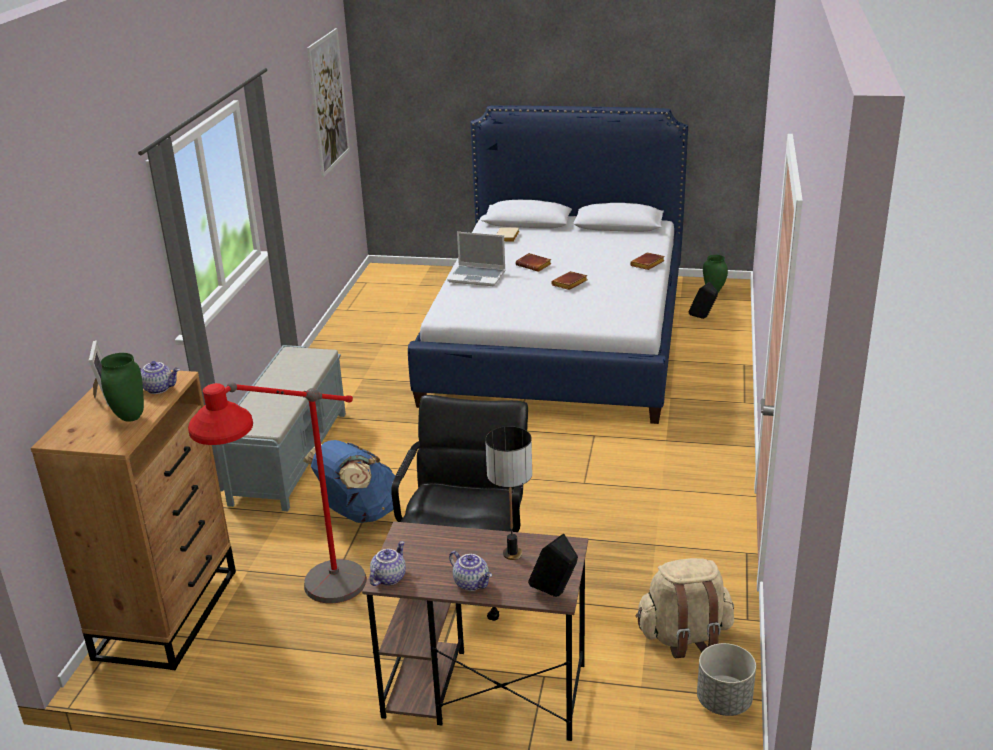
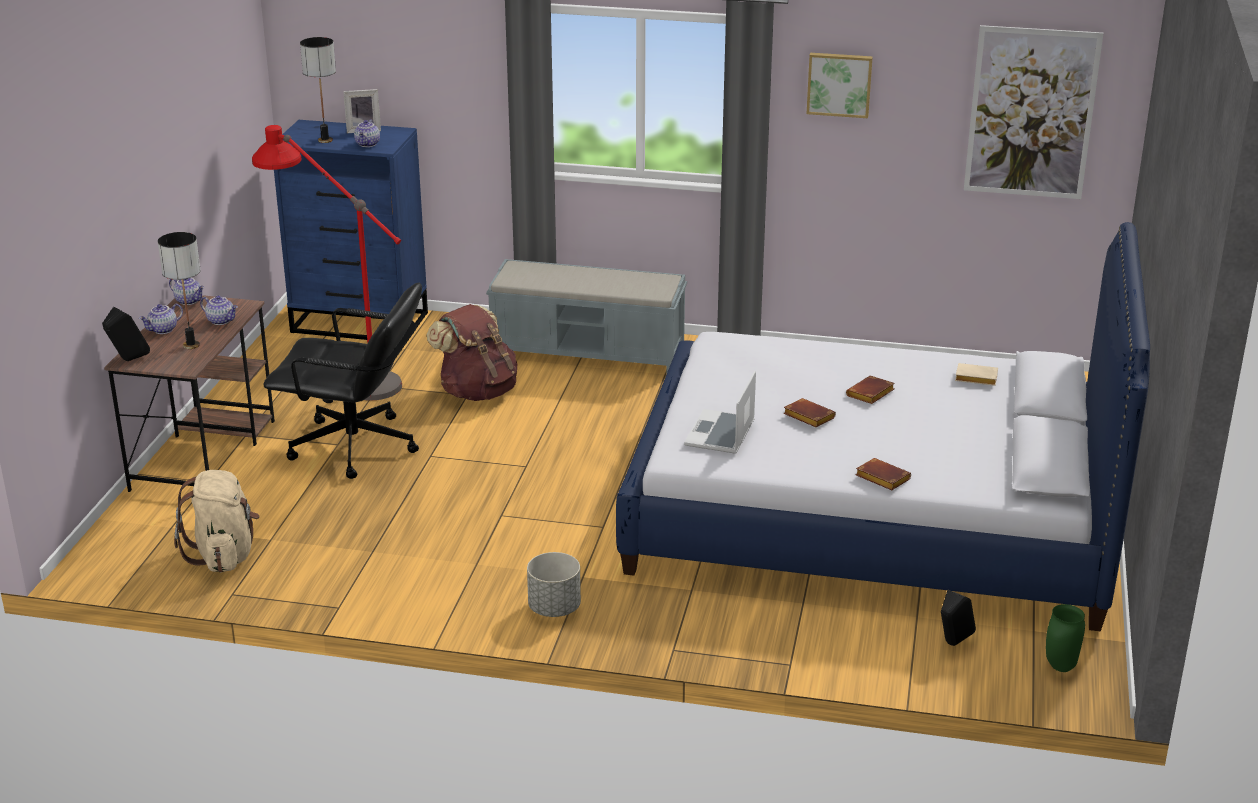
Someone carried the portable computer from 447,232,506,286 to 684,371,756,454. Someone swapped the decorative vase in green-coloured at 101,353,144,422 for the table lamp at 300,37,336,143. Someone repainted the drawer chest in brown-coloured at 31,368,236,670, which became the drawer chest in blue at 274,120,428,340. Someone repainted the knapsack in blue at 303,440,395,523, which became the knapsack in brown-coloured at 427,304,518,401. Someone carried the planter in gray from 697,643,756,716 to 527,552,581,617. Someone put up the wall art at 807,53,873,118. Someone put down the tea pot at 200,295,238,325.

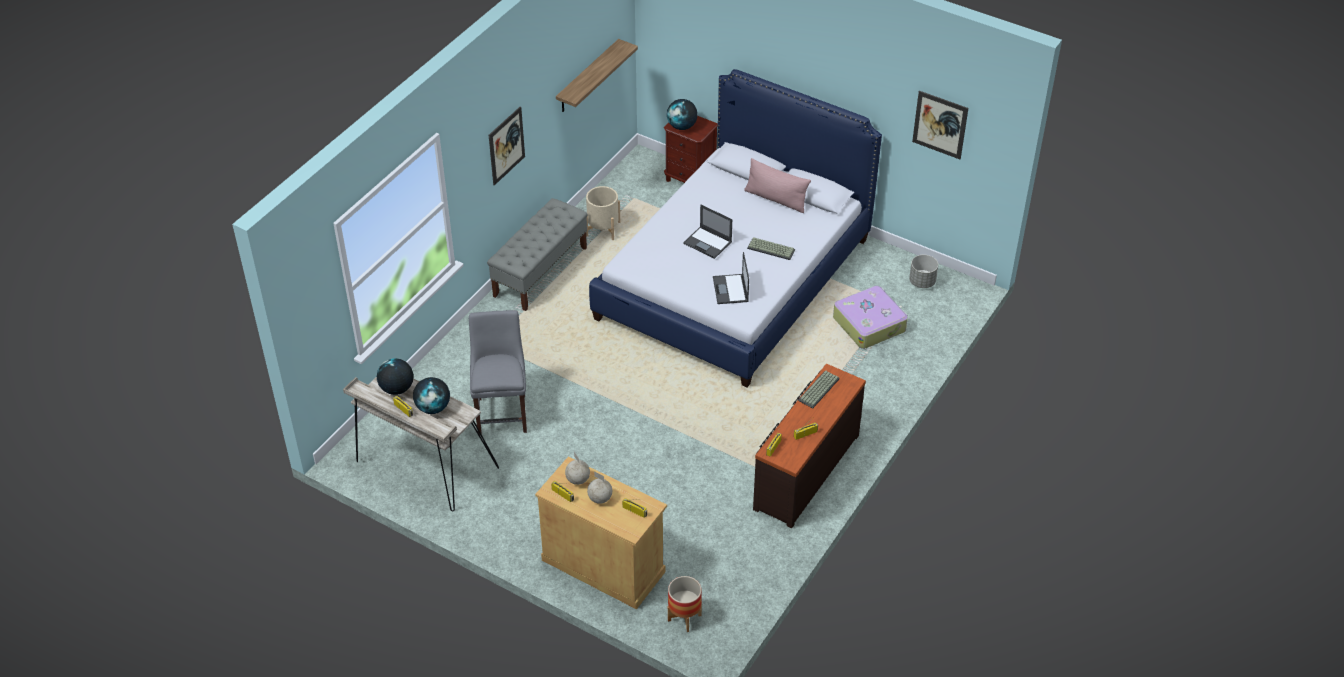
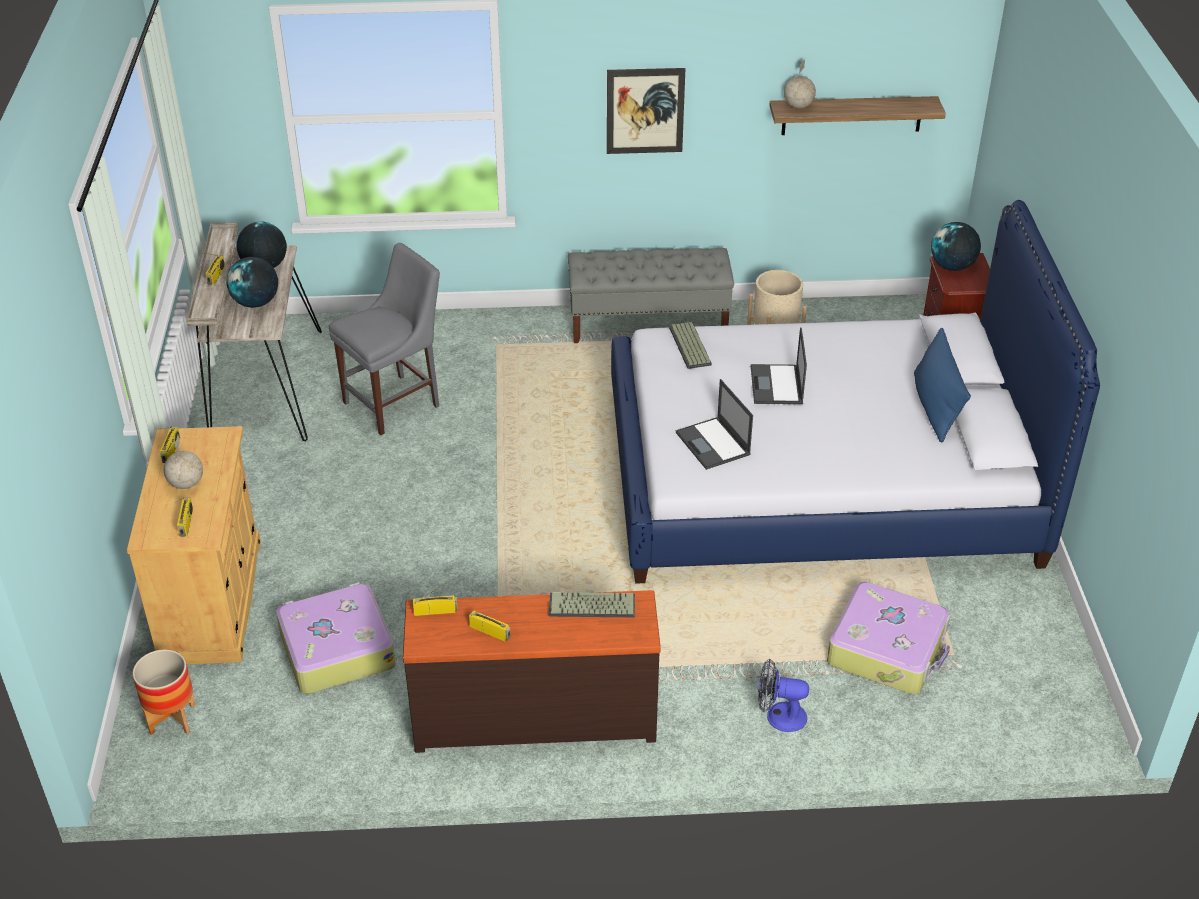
Someone took away the wall art at 912,91,968,159. Someone repainted the pillow in pink at 744,158,811,213, which became the pillow in blue at 914,328,971,442. Someone carried the PC keyboard from 747,237,795,260 to 669,322,712,369. Someone rotated the portable computer at 713,252,749,304 by 75 degrees counterclockwise. Someone took away the planter in gray at 909,255,938,288. Someone carried the globe from 565,452,590,485 to 784,59,816,108. Someone put down the piece of luggage at 276,582,396,694. Someone put down the fan at 758,659,809,732.

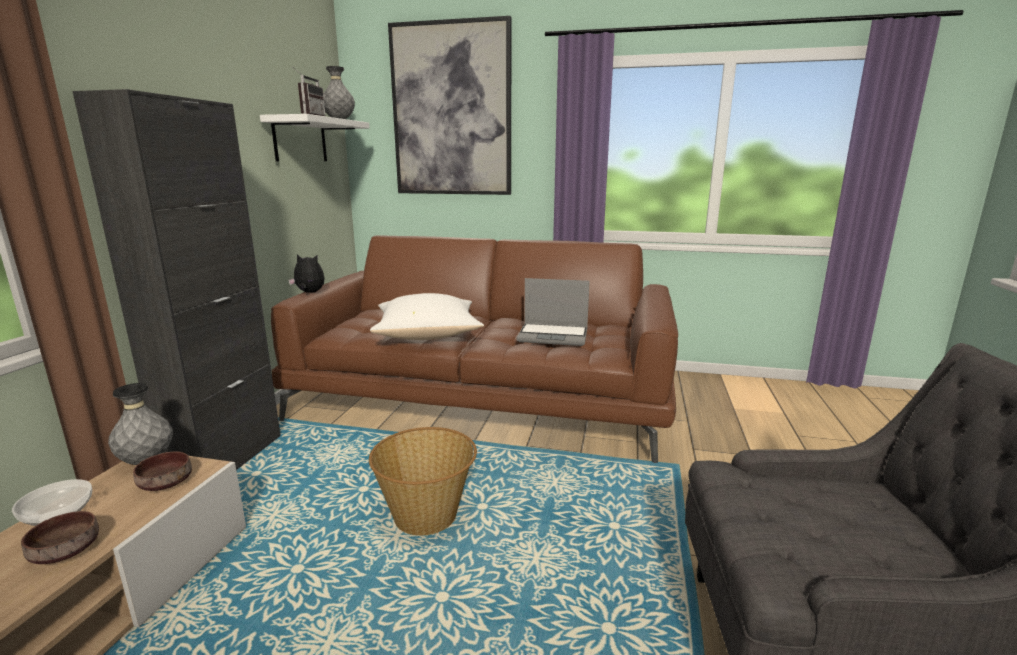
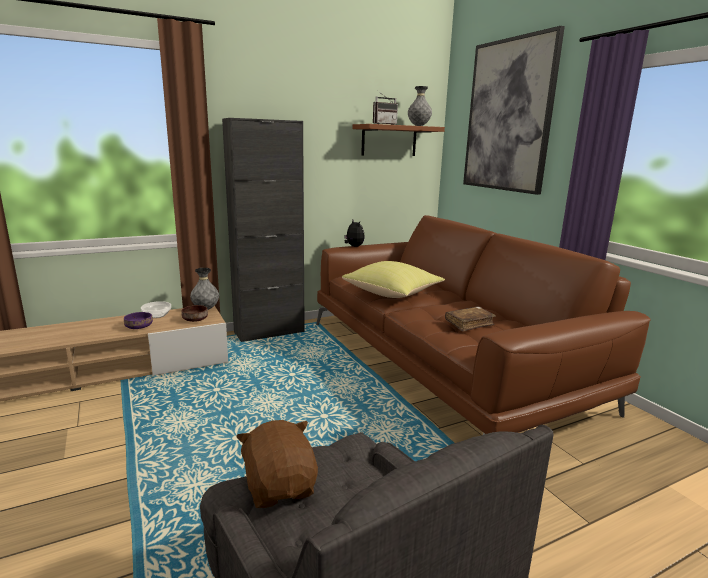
Someone repainted the shelf in whitish at 260,114,370,161, which became the shelf in brown-coloured at 352,124,445,156. Someone swapped the portable computer at 516,278,590,346 for the book in brown-coloured at 445,306,496,332. Someone repainted the pillow in whitish at 370,293,484,340, which became the pillow in yellow at 342,261,445,298. Someone took away the storage basket at 369,427,477,536. Someone repainted the deep dish in brown-coloured at 21,511,99,564, which became the deep dish in purplish at 124,312,153,329. Someone put down the soft toy in brown-coloured at 236,420,318,508.

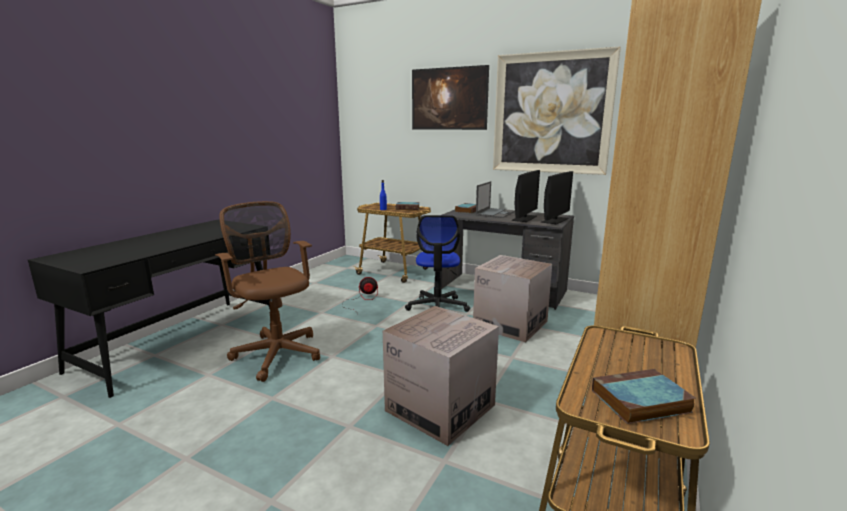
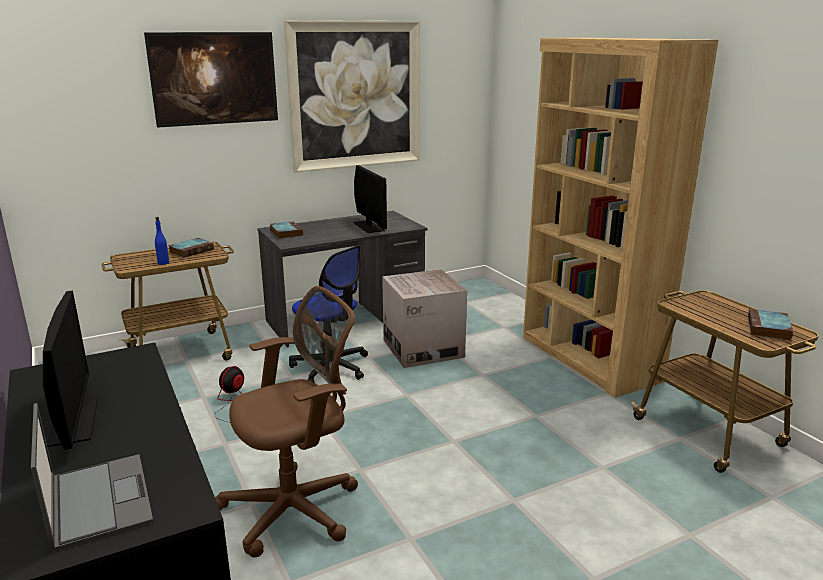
Someone carried the computer display from 541,171,573,224 to 43,291,99,450. Someone carried the portable computer from 476,181,515,218 to 31,403,153,552. Someone rotated the office chair in brown-coloured at 215,201,320,382 by 150 degrees clockwise. Someone took away the cardboard box at 383,306,499,446.

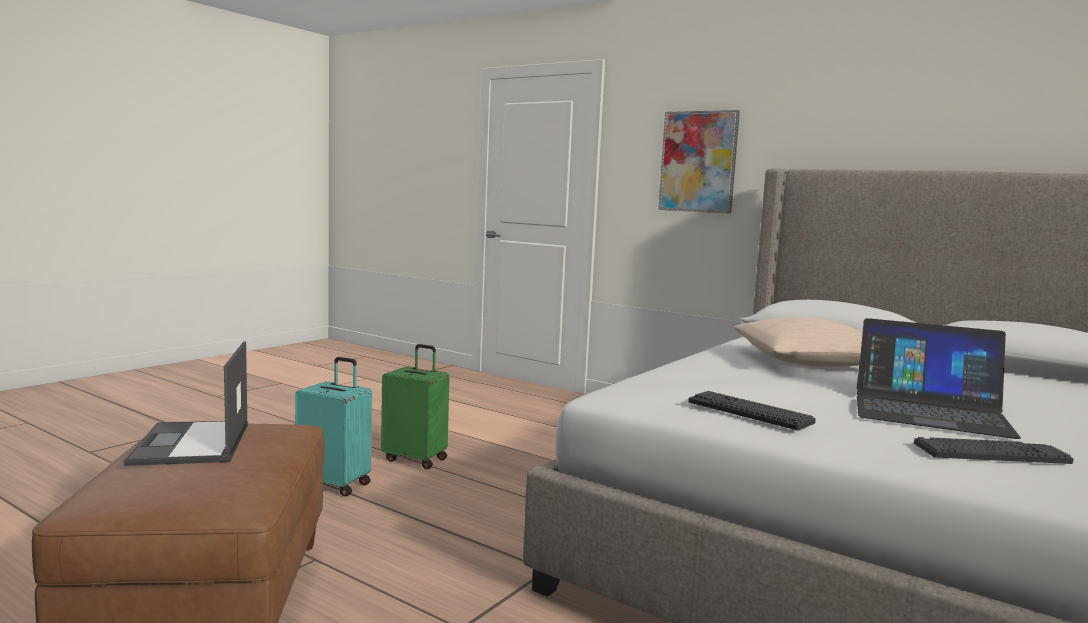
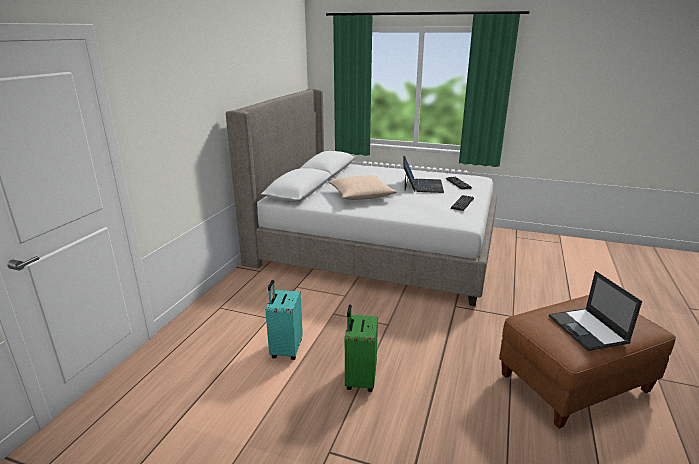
Someone took away the wall art at 658,110,740,214. Someone rotated the portable computer at 124,341,248,466 by 105 degrees clockwise. Someone carried the piece of luggage in turquoise-coloured from 295,357,372,496 to 265,280,303,360.

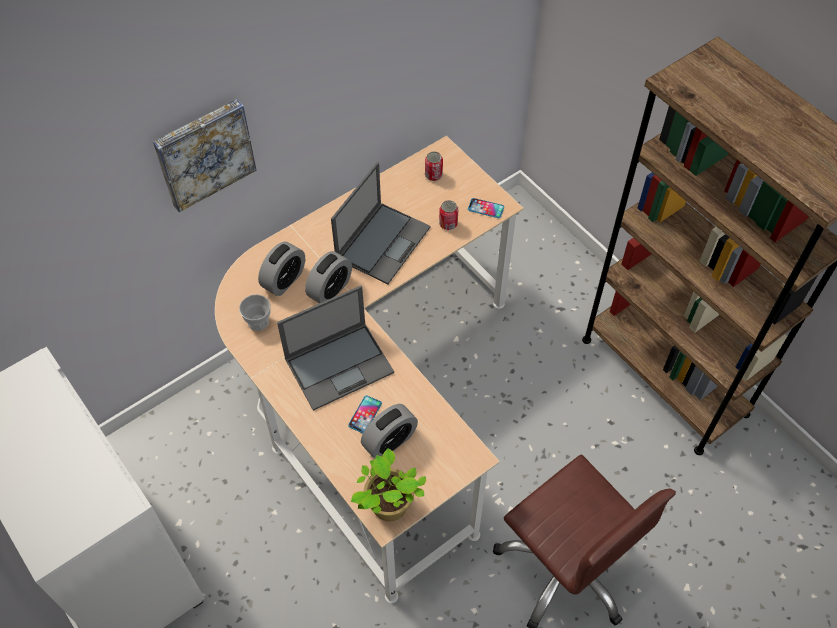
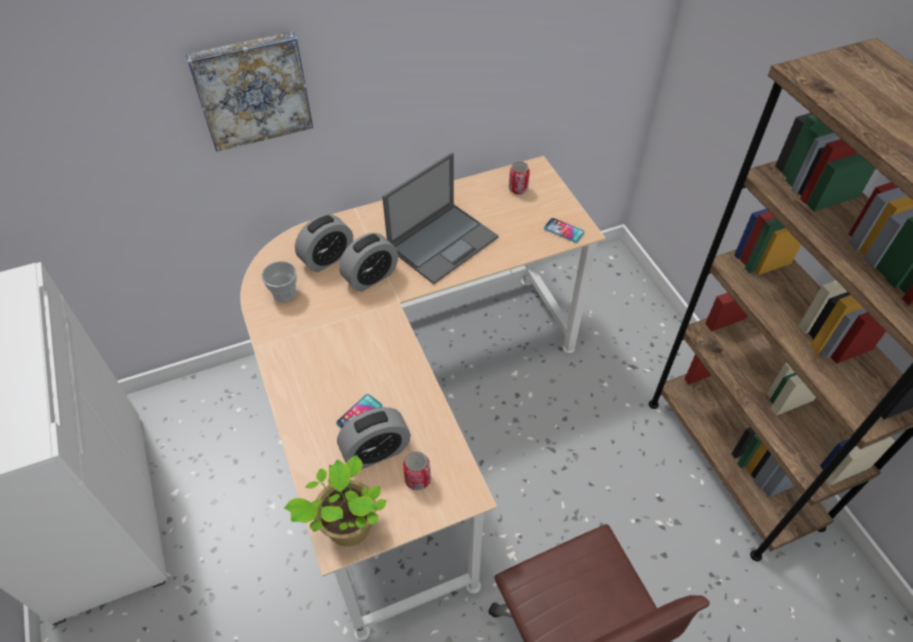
Someone carried the metal can from 439,200,458,230 to 403,451,431,490. Someone took away the portable computer at 277,286,394,411.

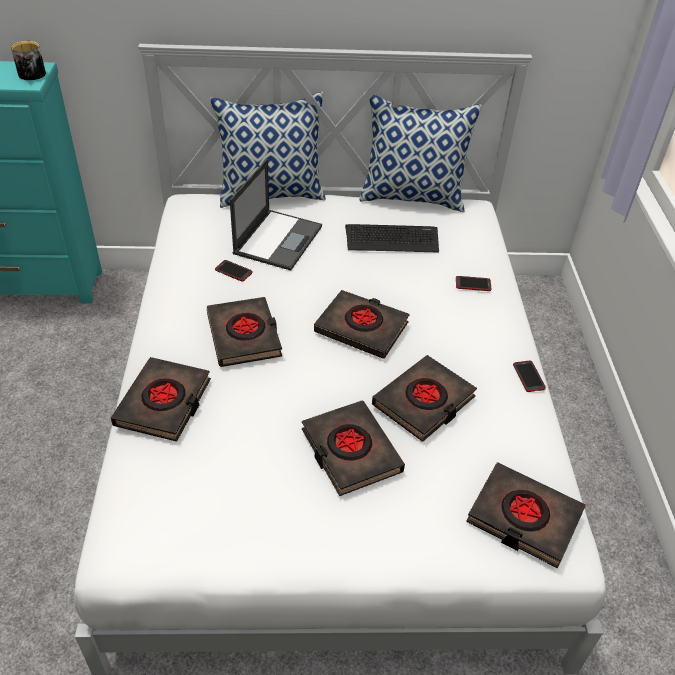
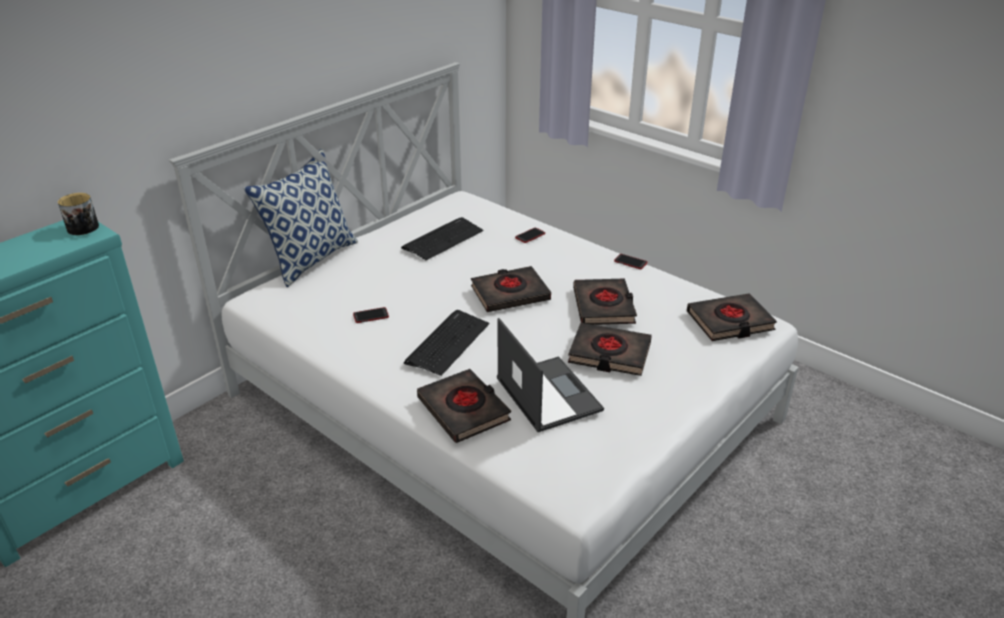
Someone took away the pillow at 360,95,482,212. Someone carried the portable computer from 230,159,322,271 to 497,318,604,432. Someone swapped the book in black at 206,297,282,367 for the PC keyboard at 404,310,489,376.

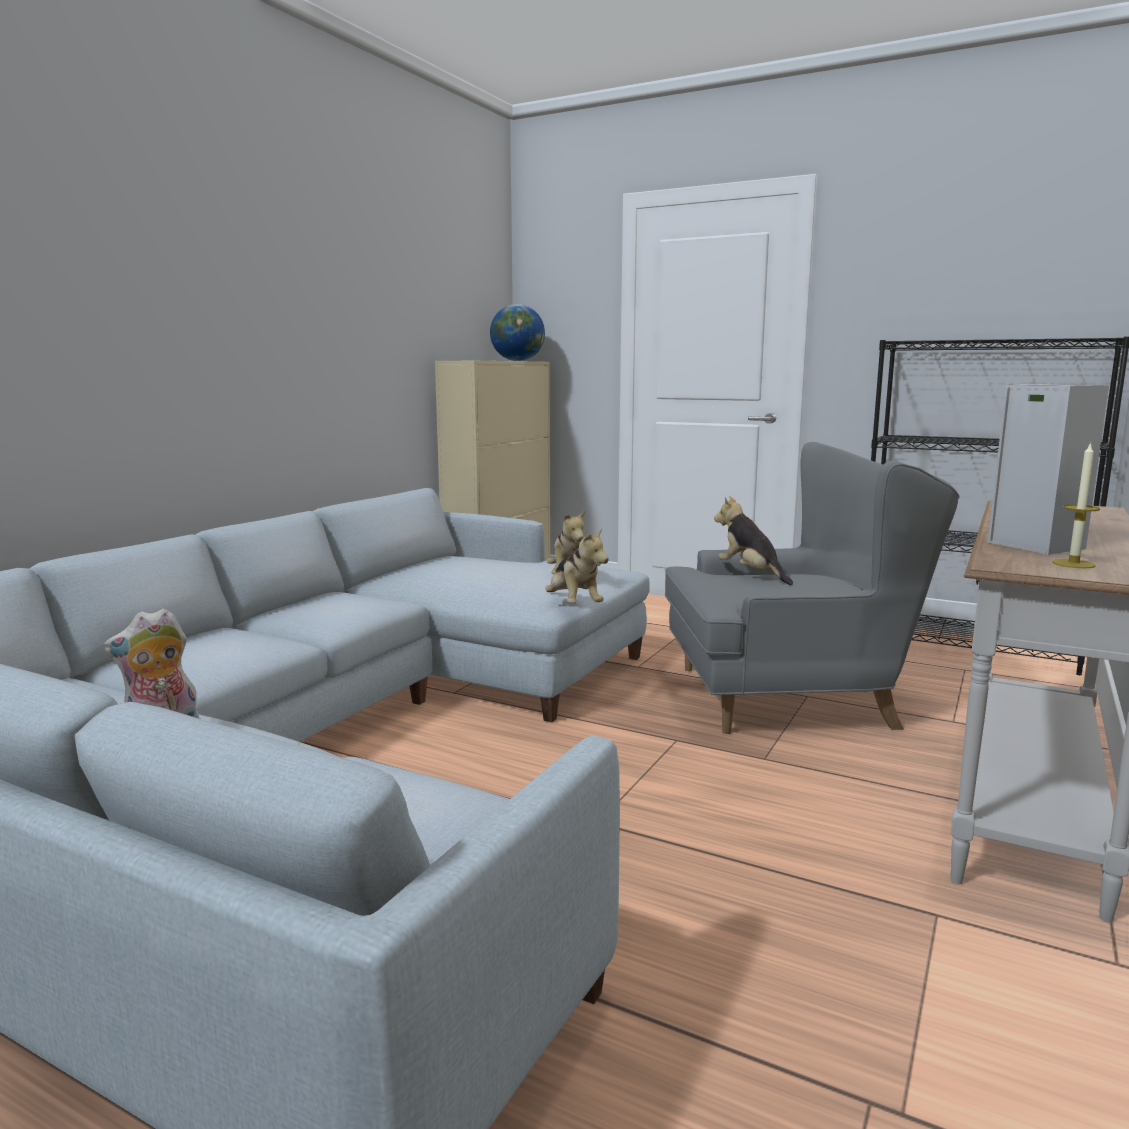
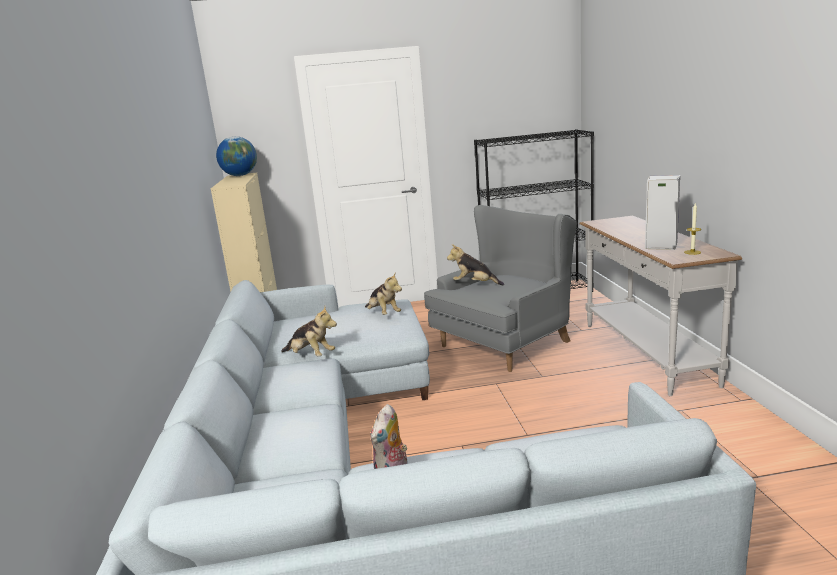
Someone carried the soft toy from 545,528,609,603 to 281,307,337,357.

